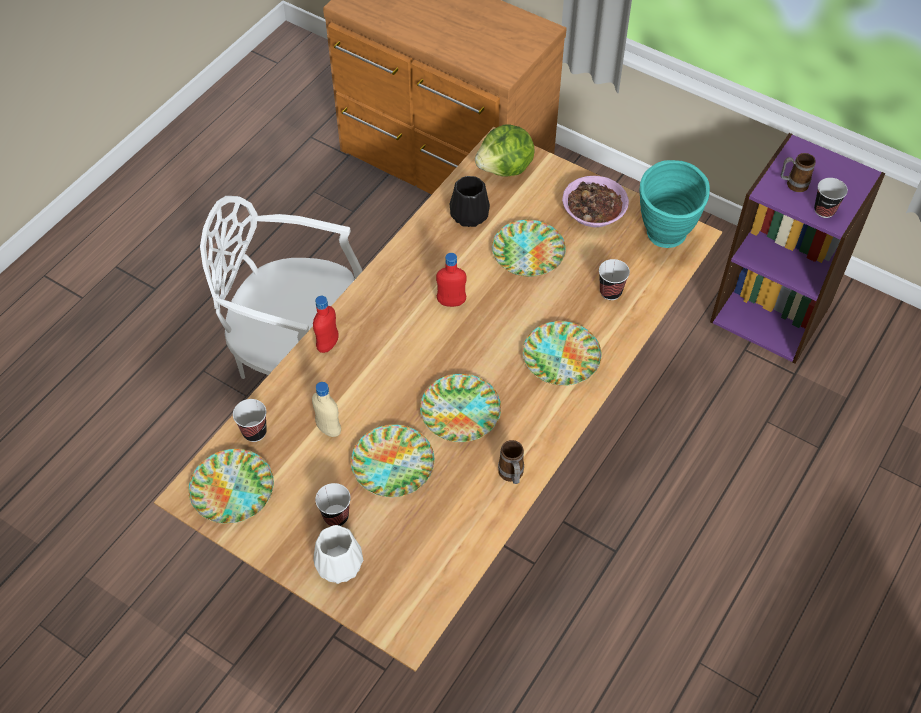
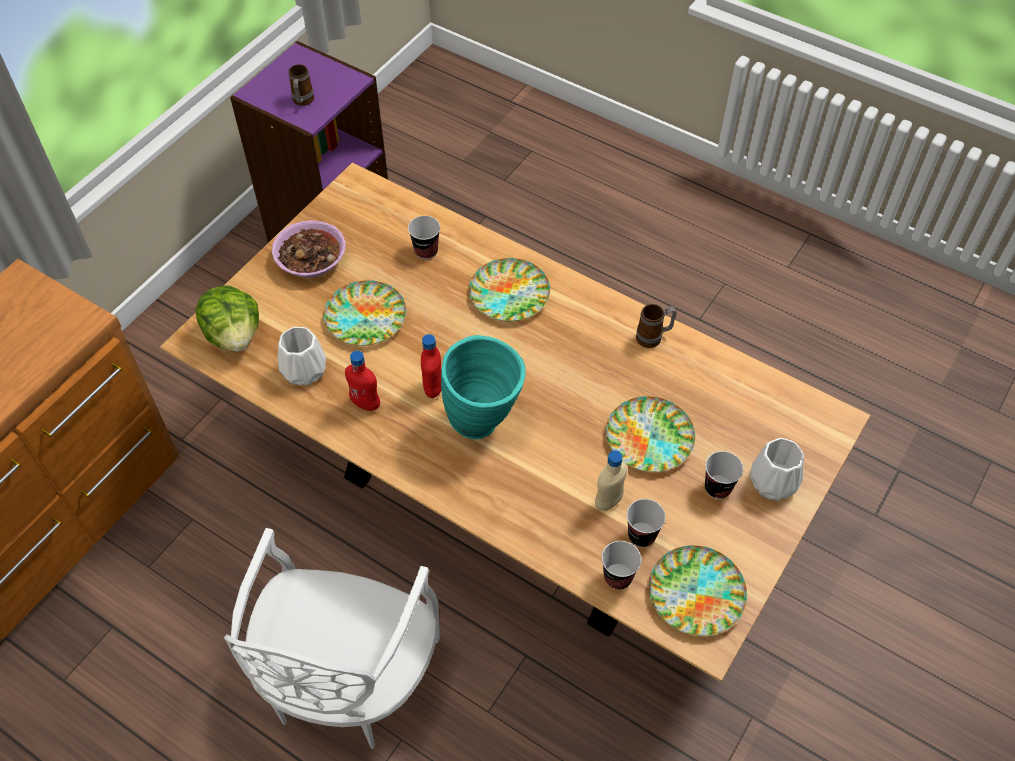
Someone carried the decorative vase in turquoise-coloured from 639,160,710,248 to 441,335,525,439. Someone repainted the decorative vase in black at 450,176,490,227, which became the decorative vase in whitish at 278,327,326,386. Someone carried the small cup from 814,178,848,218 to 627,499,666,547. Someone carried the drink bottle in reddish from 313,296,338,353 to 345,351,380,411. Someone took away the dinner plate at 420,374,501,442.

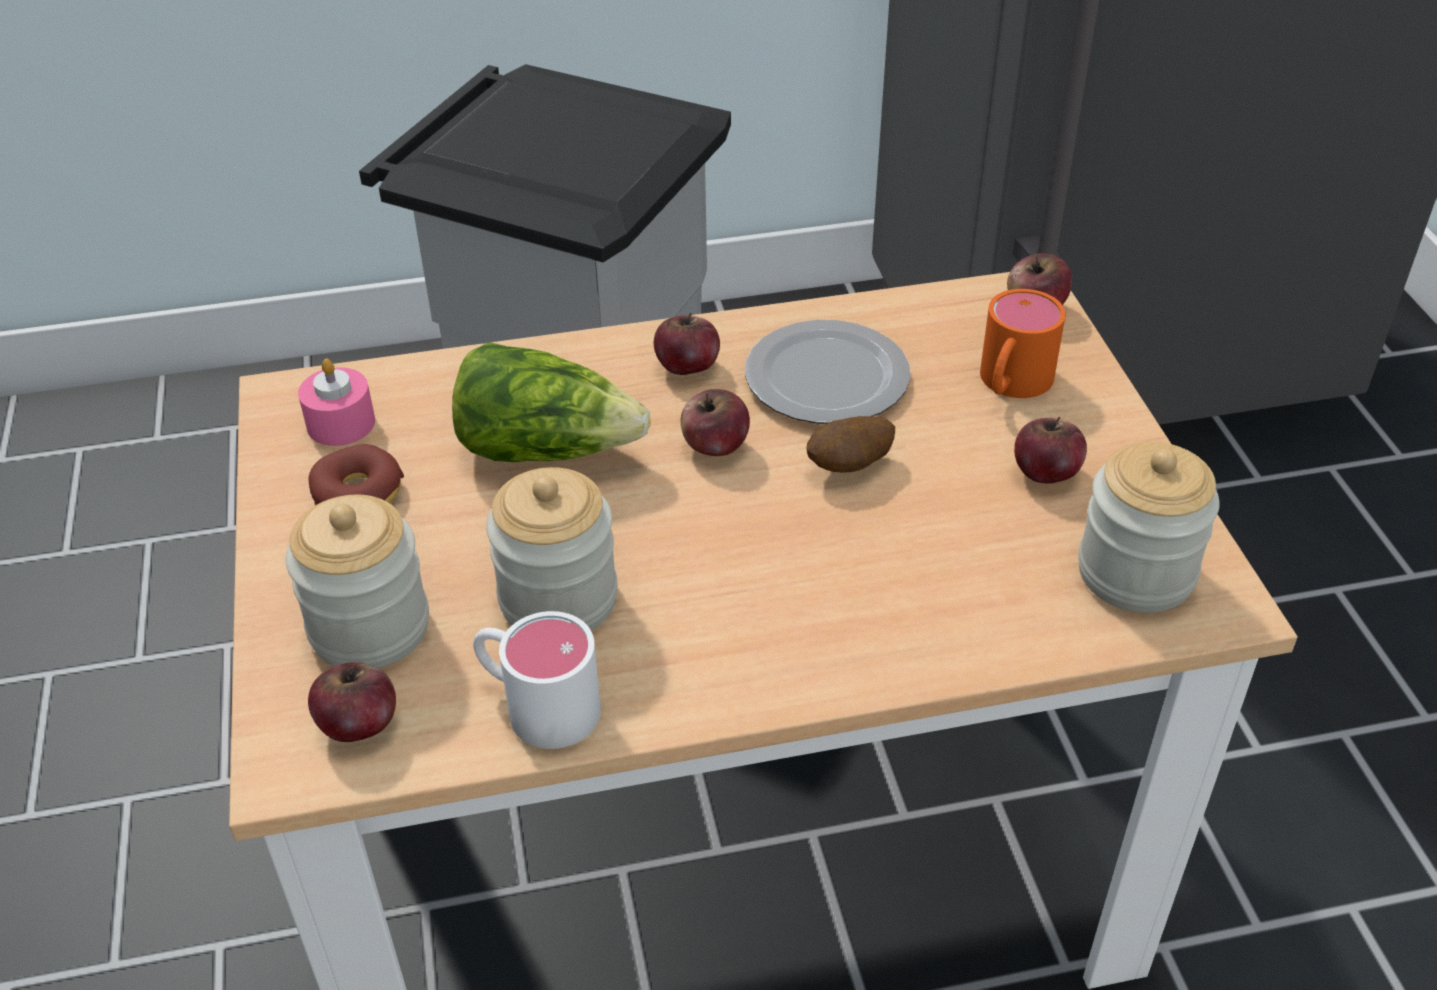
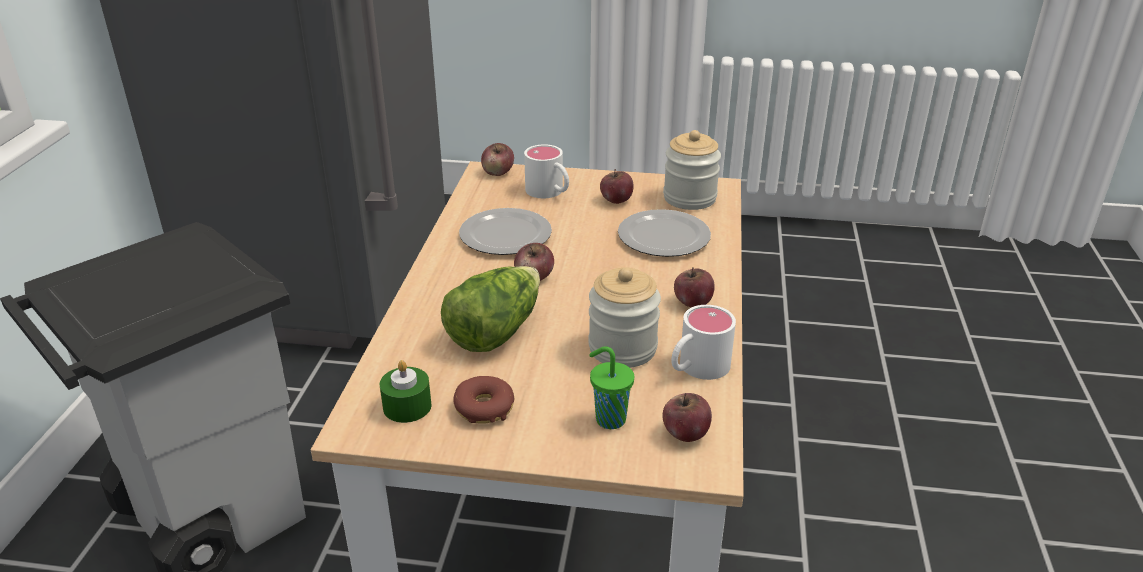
Someone repainted the coffee mug in orangey at 980,289,1066,398, which became the coffee mug in whitish at 524,144,569,198. Someone carried the apple from 654,313,720,375 to 674,267,715,308. Someone repainted the candle in pink at 298,359,375,446, which became the candle in green-coloured at 380,360,432,423. Someone took away the spud at 807,416,895,472. Someone swapped the jar at 286,495,429,668 for the small cup in green-coloured at 589,346,634,429. Someone put down the dinner plate at 618,209,711,257.

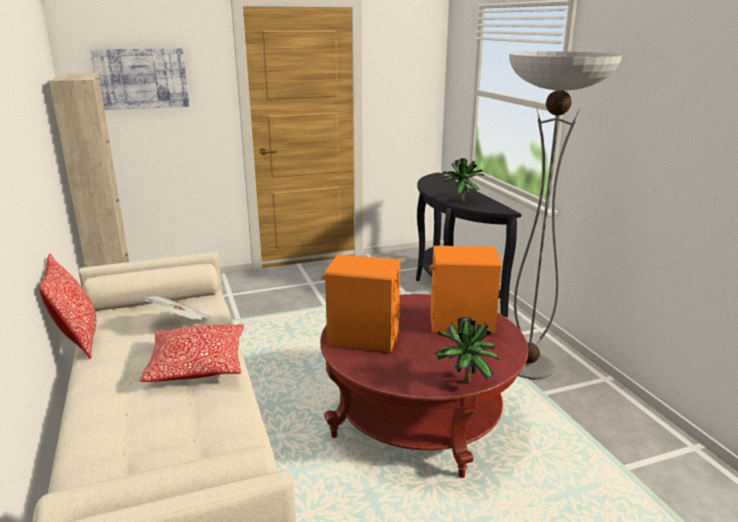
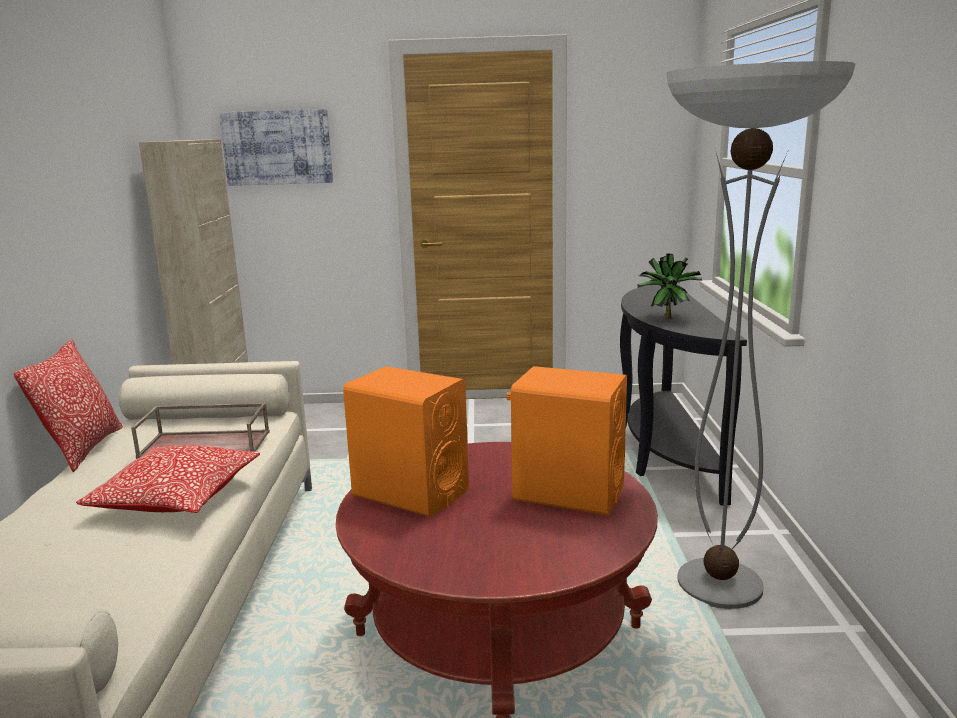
Someone swapped the newspaper at 145,296,213,320 for the carrying tray in brown-coloured at 131,403,270,459. Someone took away the houseplant at 435,317,499,384.

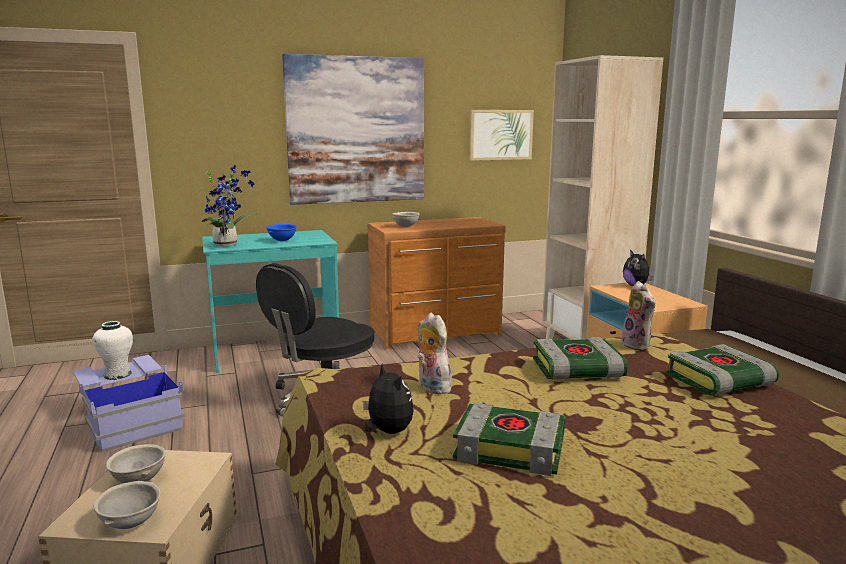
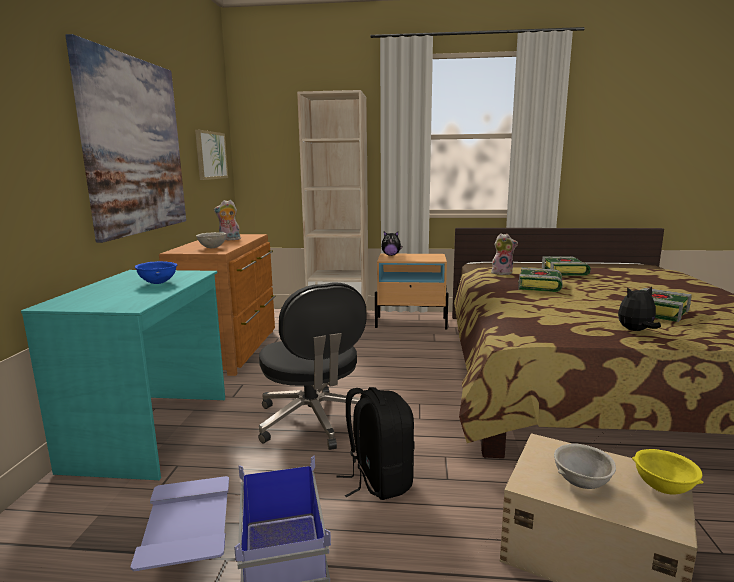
Someone took away the houseplant at 202,165,259,247. Someone carried the soft toy from 417,313,452,394 to 214,200,241,240. Someone took away the decorative vase in whitish at 92,321,133,380. Someone repainted the deep dish in gray at 94,481,161,529, which became the deep dish in yellow at 632,449,704,494. Someone put down the knapsack in black at 336,387,415,500.

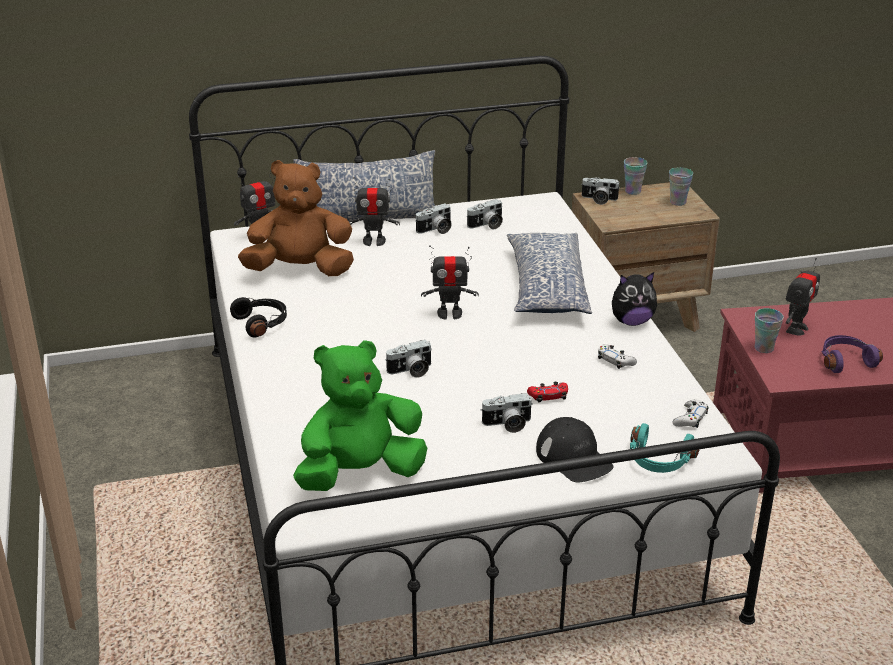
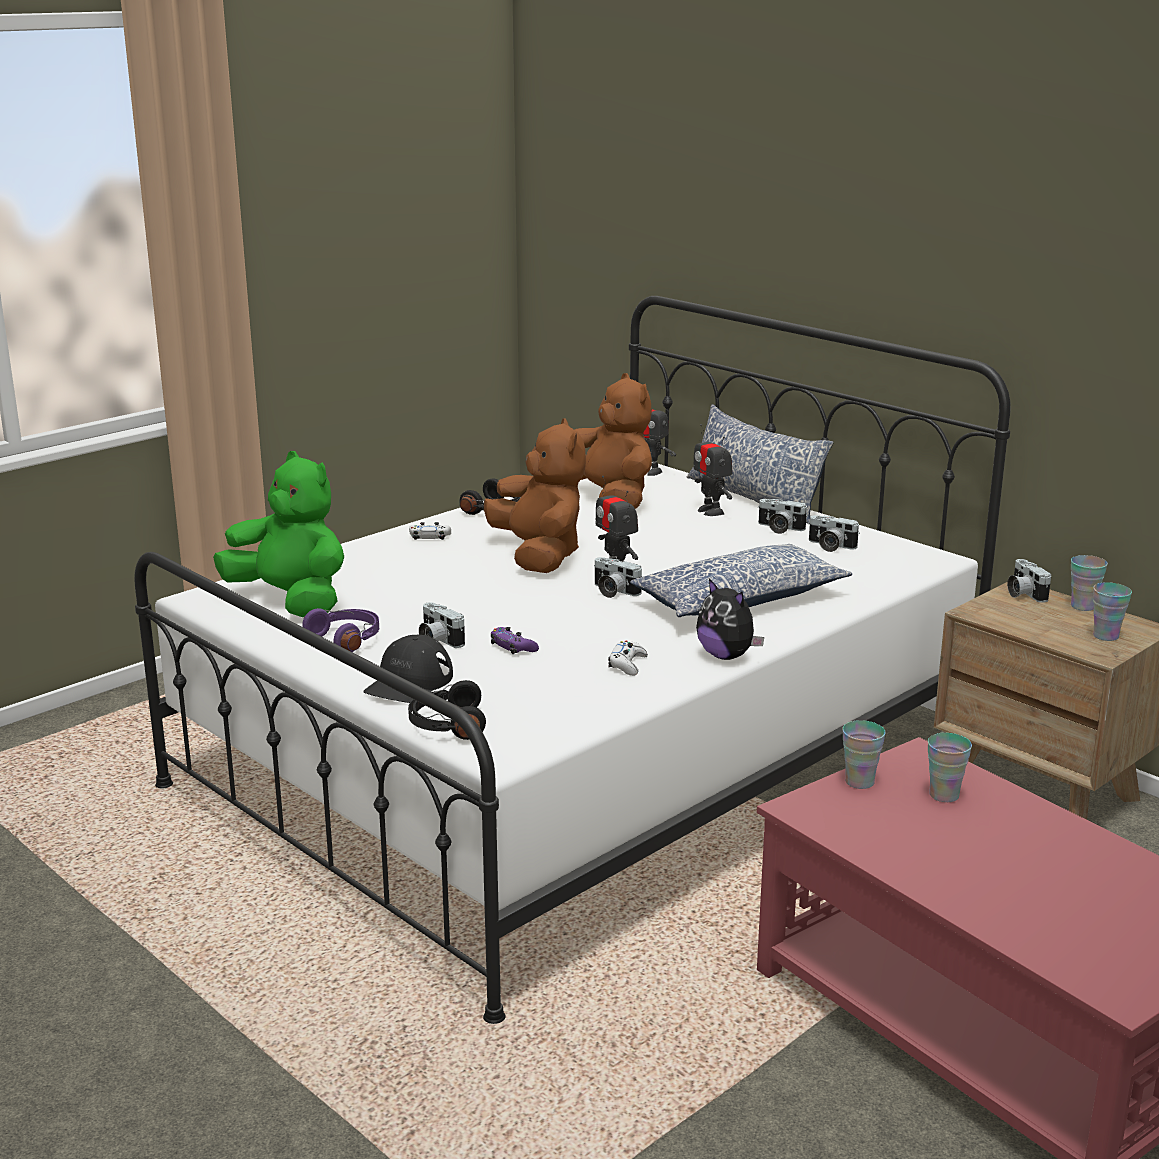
Someone swapped the model robot at 786,258,820,335 for the small cup at 928,733,972,802. Someone carried the headphones in purplish from 821,335,883,373 to 302,608,379,652. Someone carried the photo camera from 385,340,432,378 to 594,557,642,598. Someone repainted the game controller in reddish at 527,382,568,403, which became the game controller in purplish at 491,627,539,654. Someone carried the game controller in whitish from 673,399,709,428 to 409,522,451,540. Someone repainted the headphones in turquoise-coloured at 630,423,700,473, which became the headphones in black at 408,680,486,740. Someone put down the soft toy in brown-coloured at 484,418,586,573.

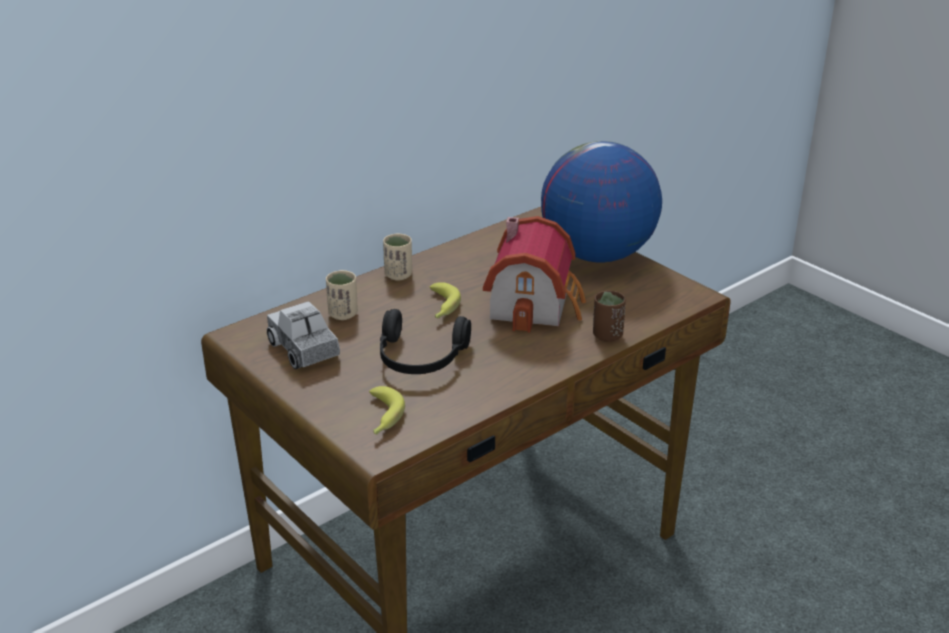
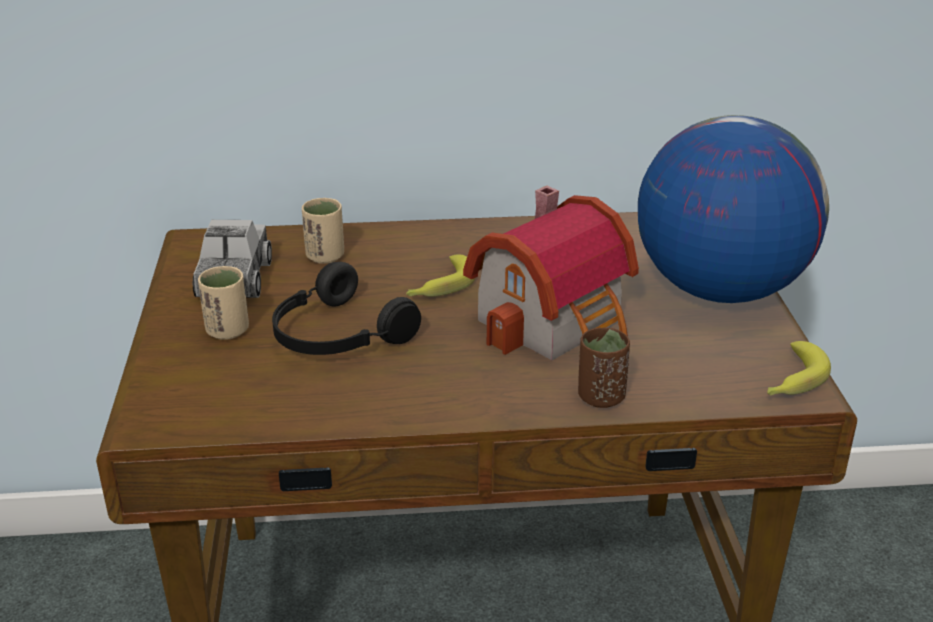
Someone carried the small cup in beige from 383,233,412,280 to 198,266,249,340. Someone carried the banana from 369,386,405,434 to 767,341,831,395.

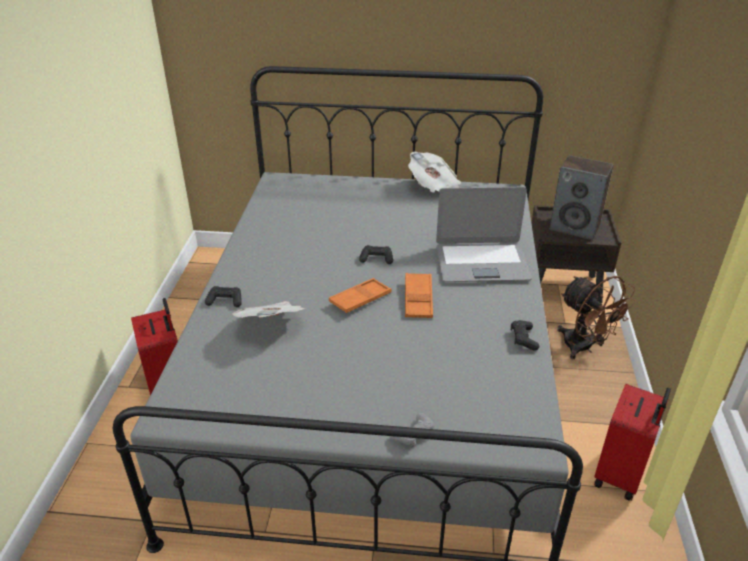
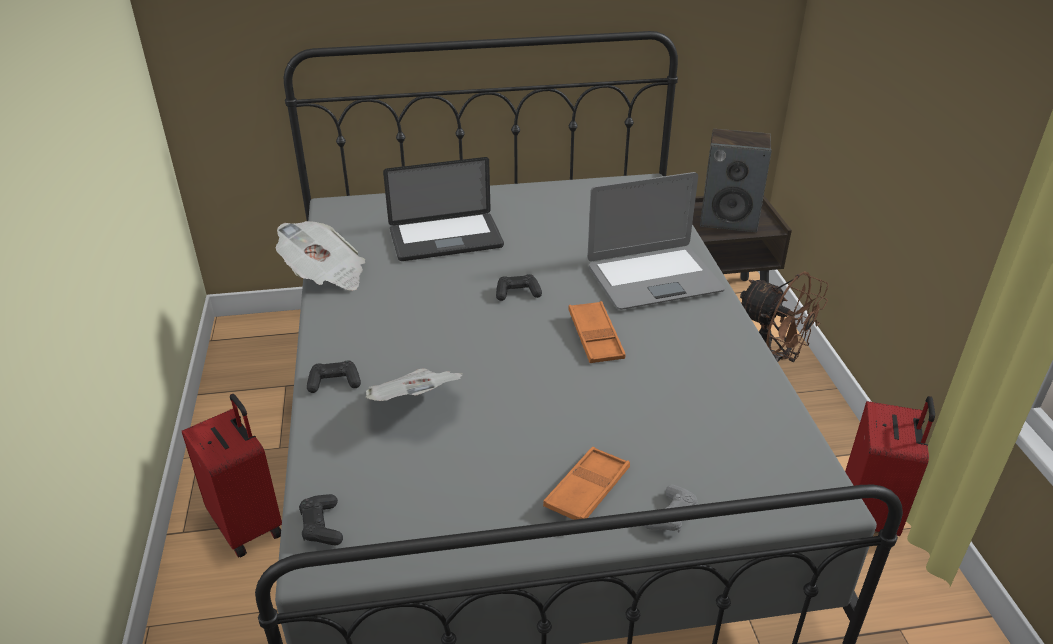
Someone carried the newspaper from 408,151,461,192 to 275,221,365,291. Someone carried the carrying tray in orangey from 329,278,392,313 to 543,447,630,520. Someone carried the game controller in black from 511,320,539,351 to 299,494,343,546. Someone put down the portable computer at 383,157,504,261.

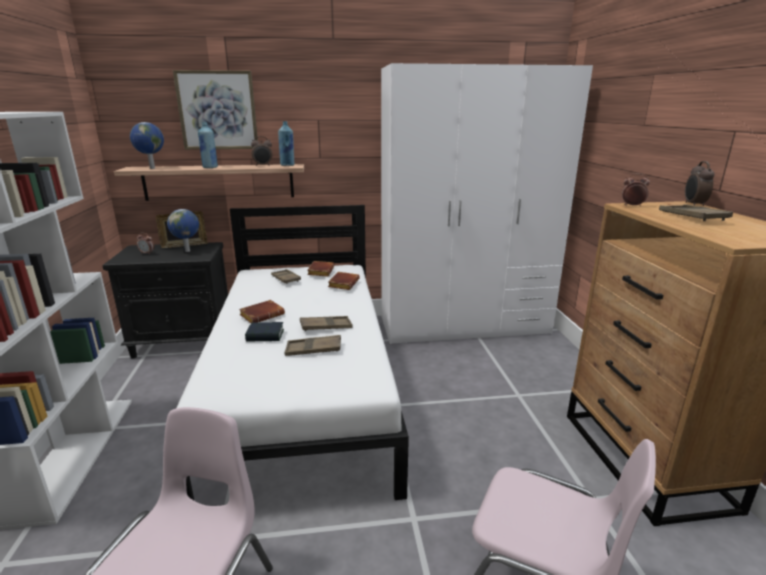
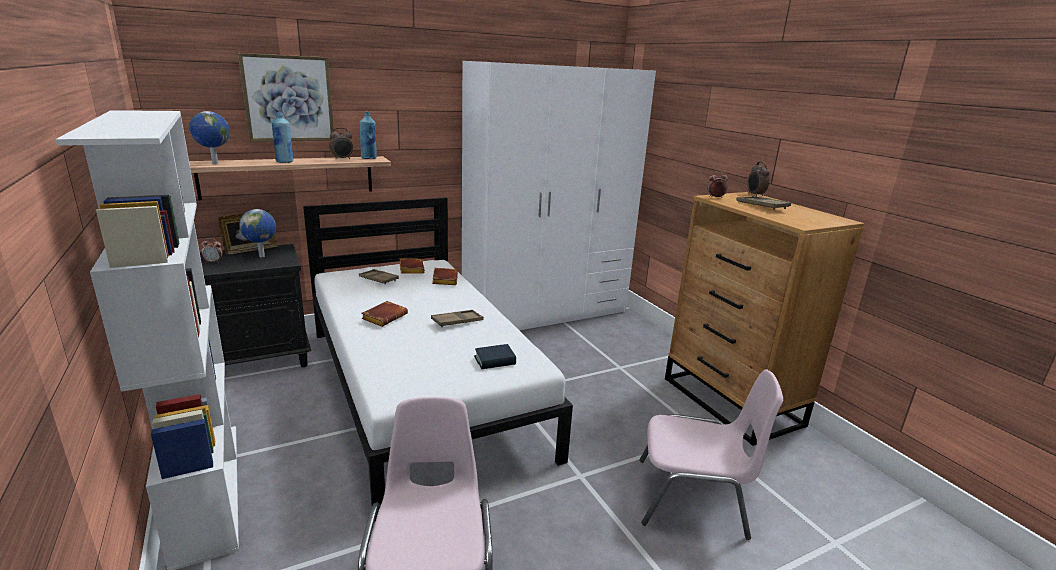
Someone carried the book from 245,322,284,342 to 474,344,516,369. Someone took away the carrying tray in brown-coloured at 284,335,341,356.

